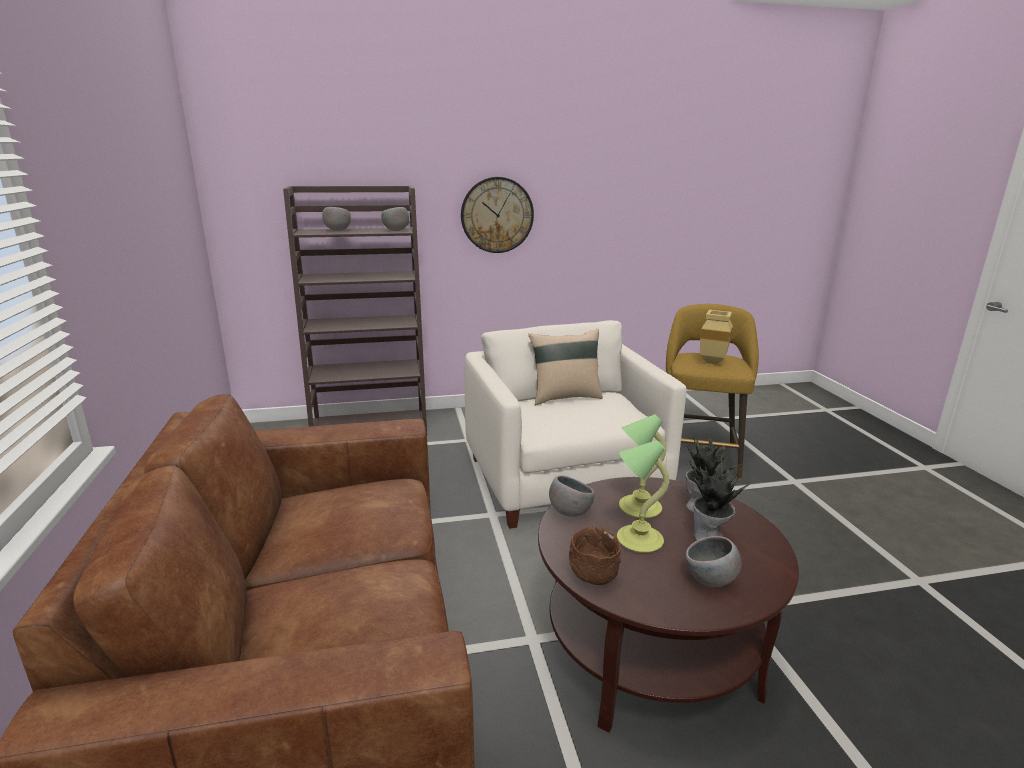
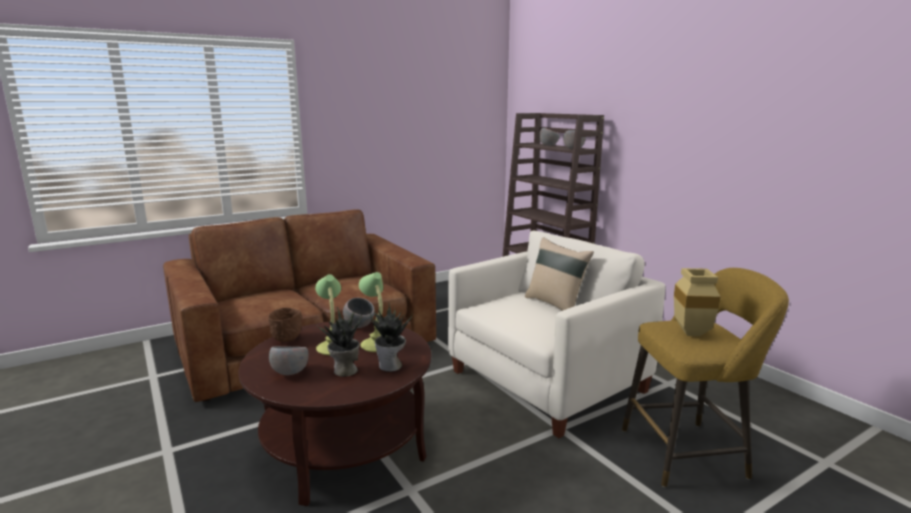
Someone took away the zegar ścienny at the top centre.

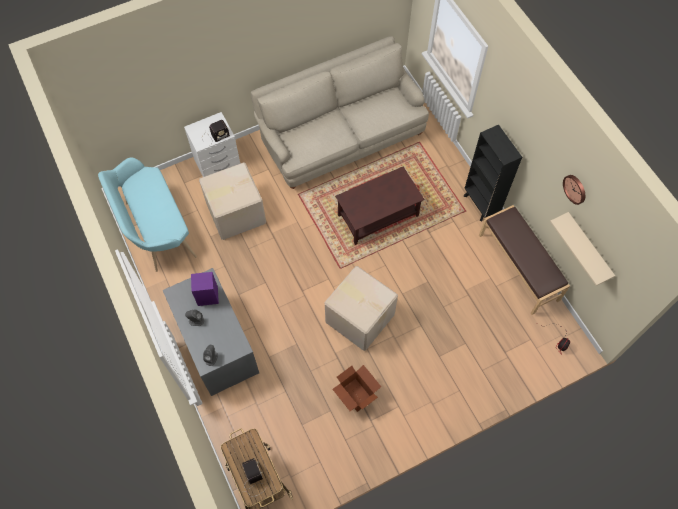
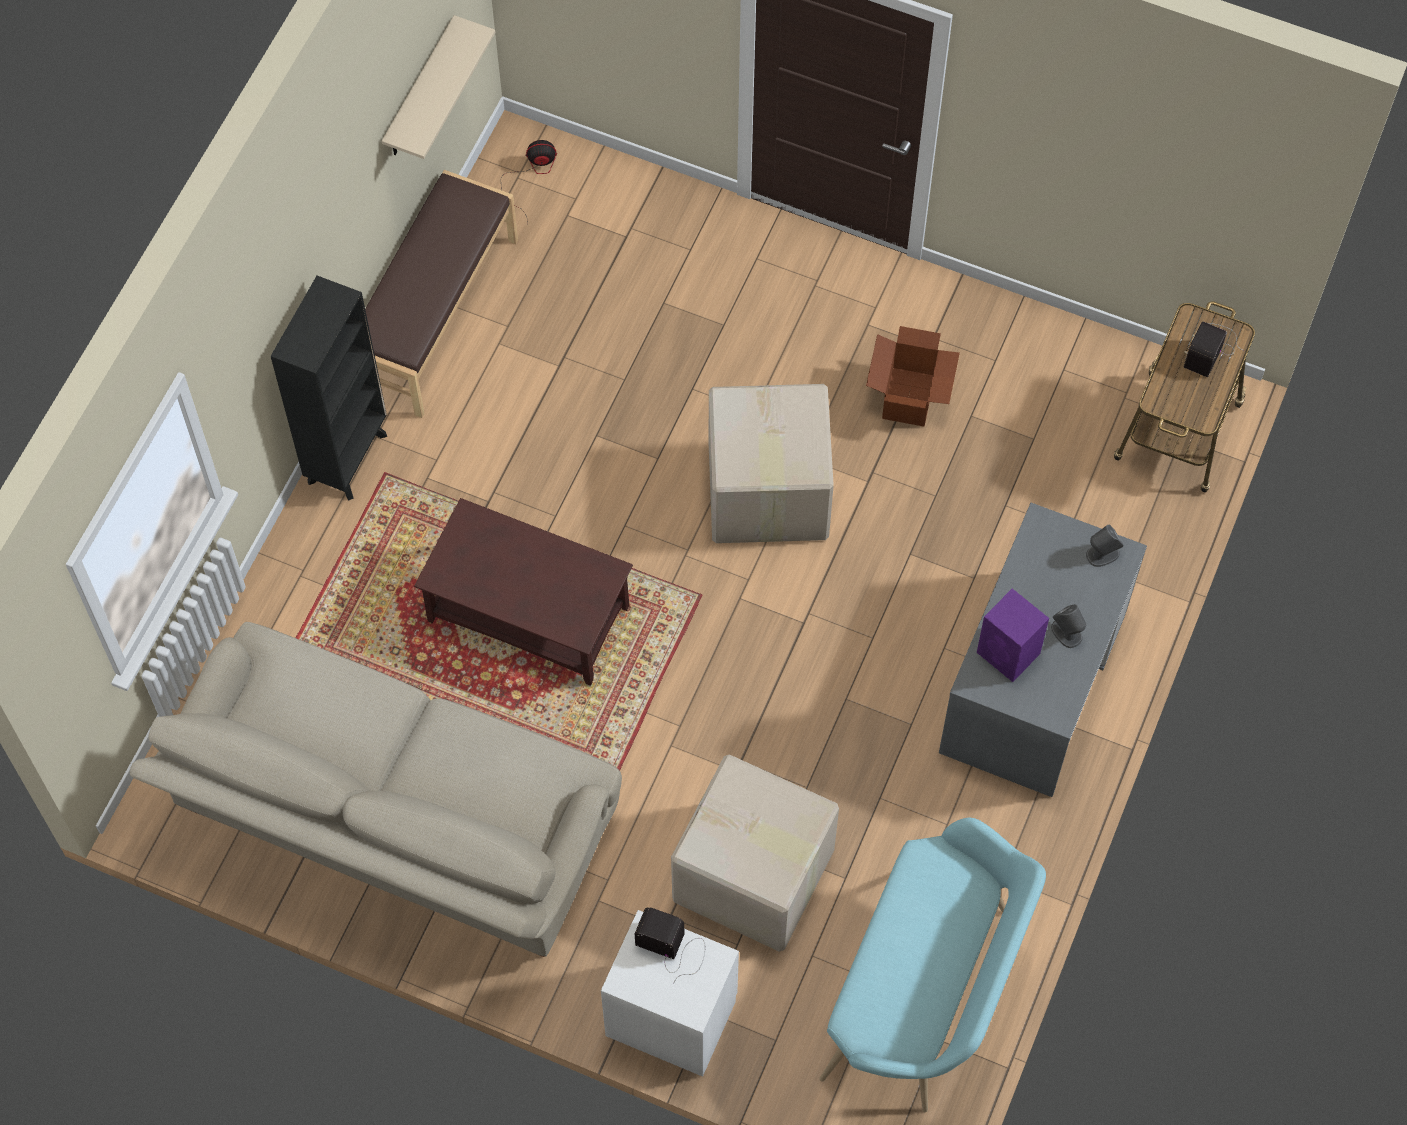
Someone took away the zegar ścienny at the middle right.

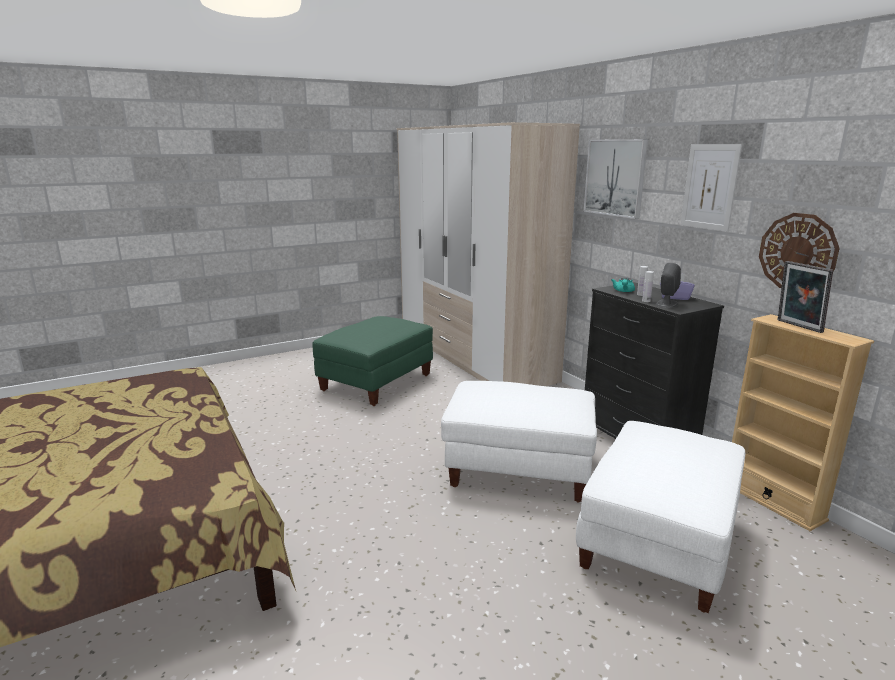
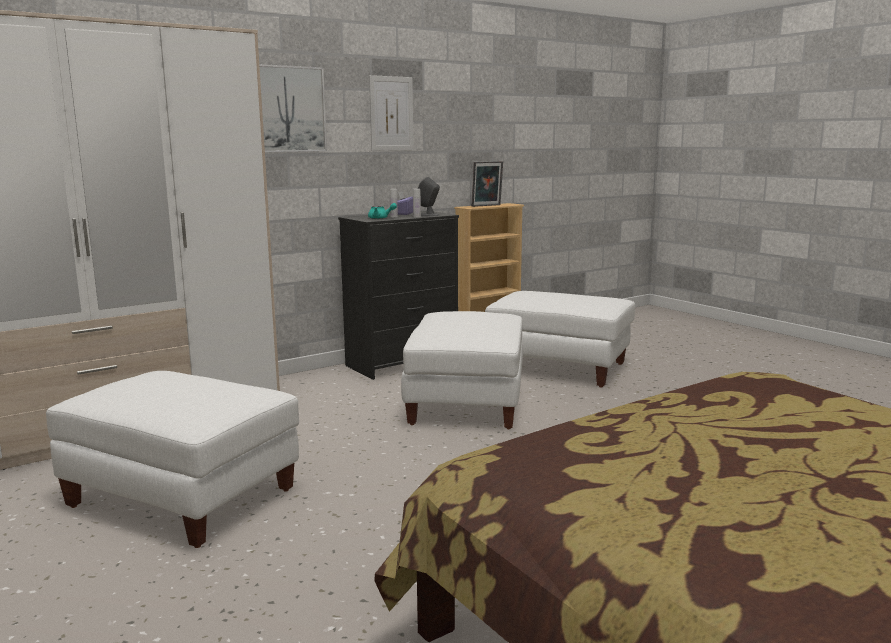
Someone repainted the pufa/zielony at the centre, which became the pufa/biały (no. 1 from left) at the bottom left. Someone took away the zegar ścienny at the middle right.

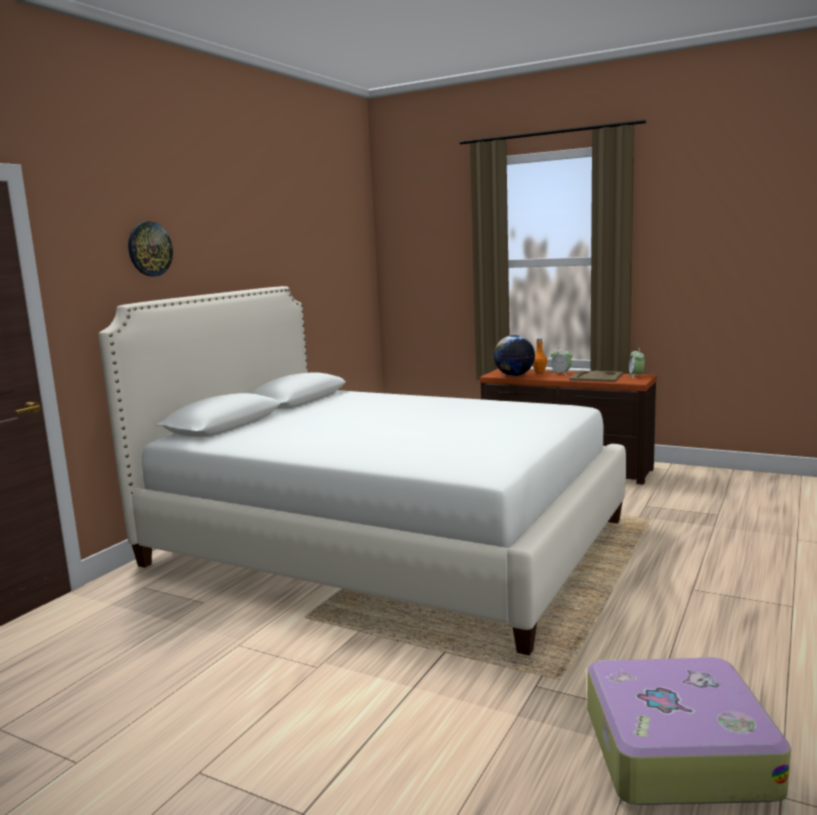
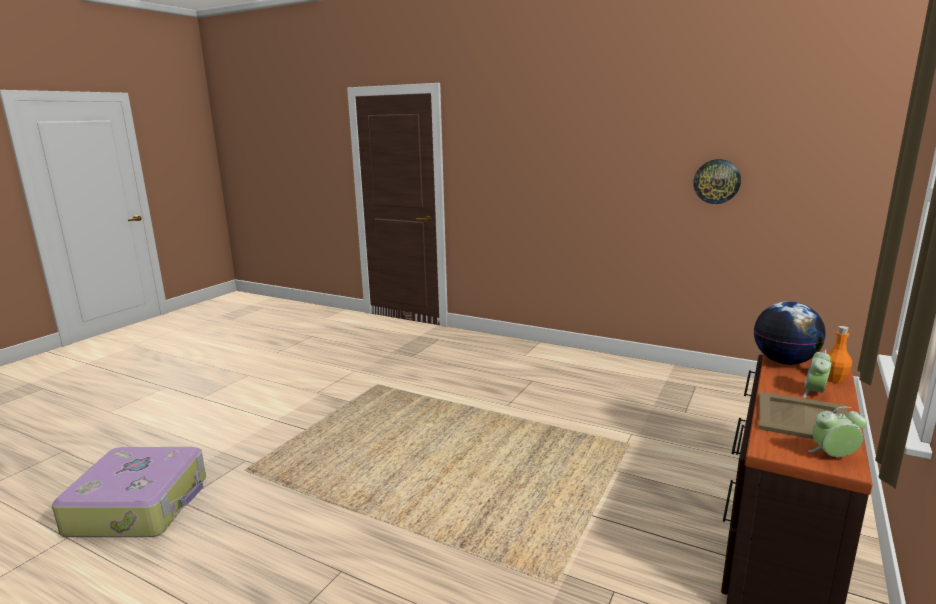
Someone took away the łóżko/biały at the centre. Someone carried the zegar ścienny from the top left to the top right.

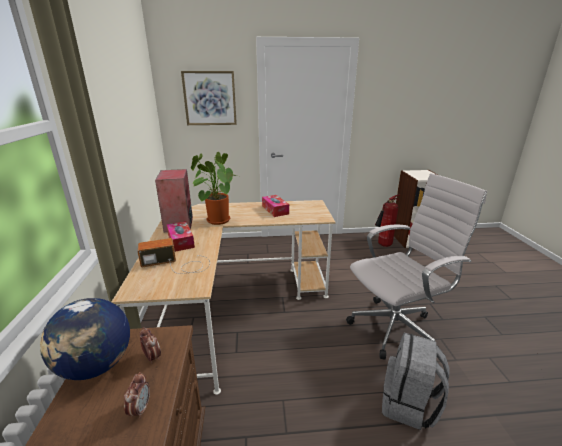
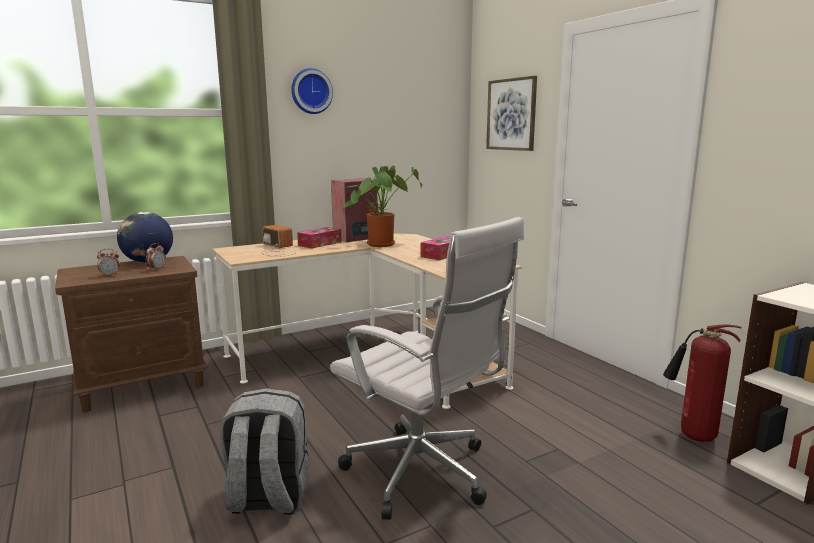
Someone put up the zegar ścienny at the top centre.

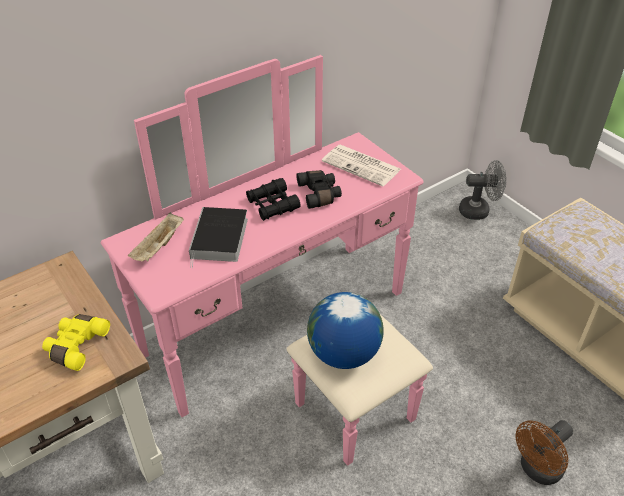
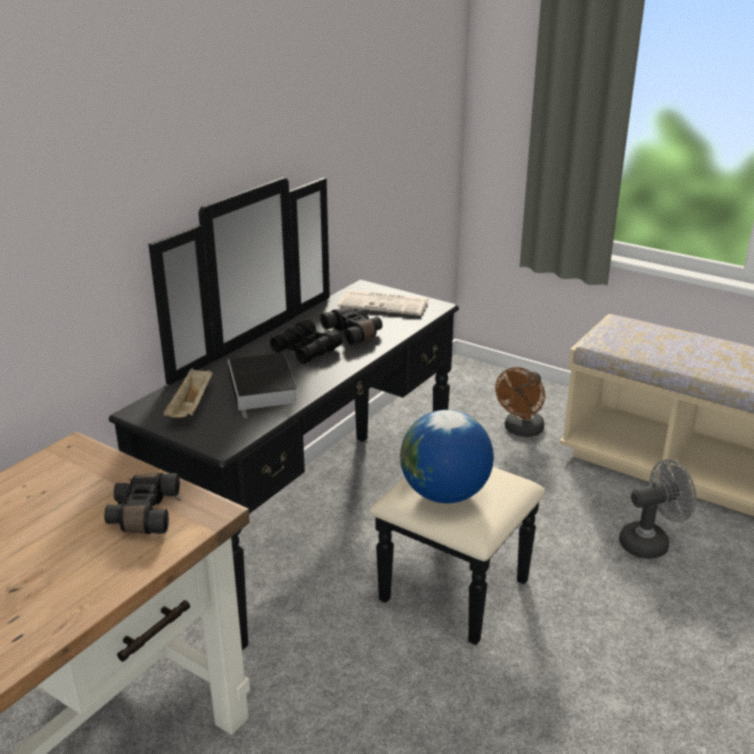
Someone repainted the lornetka/żółty at the bottom left, which became the lornetka/czarny (no. 1 from left) at the bottom left. Someone repainted the komoda/różowy at the centre, which became the komoda/czarny at the centre. Someone carried the wentylator/szary from the middle right to the bottom right. Someone carried the wentylator/brązowy from the bottom right to the middle right.

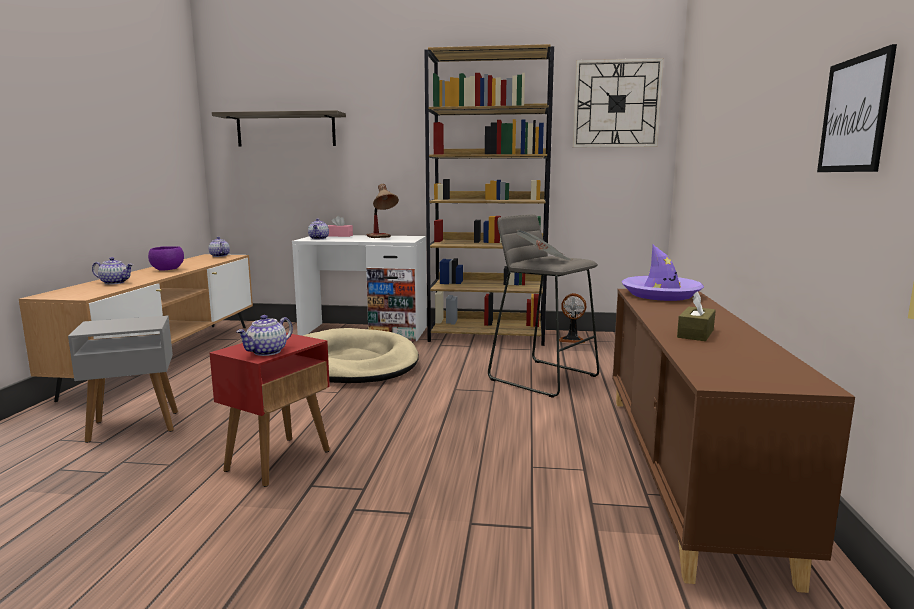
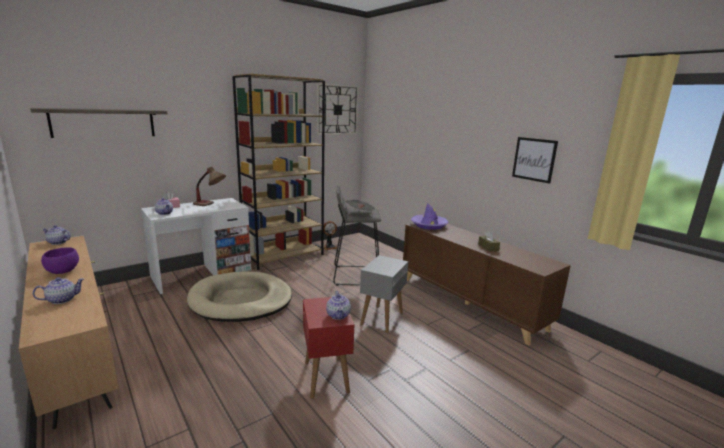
Someone carried the stolik/szary from the middle left to the centre.

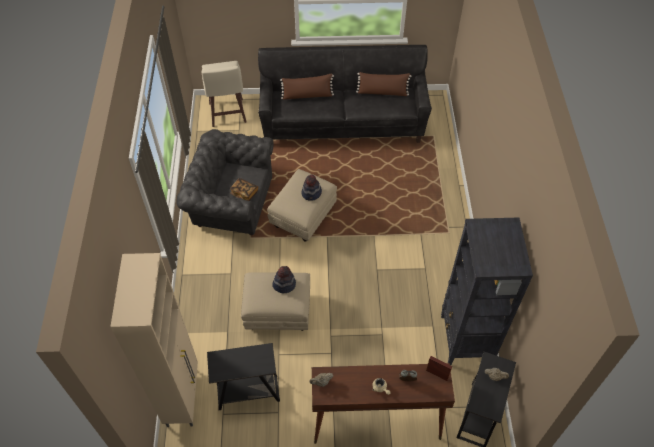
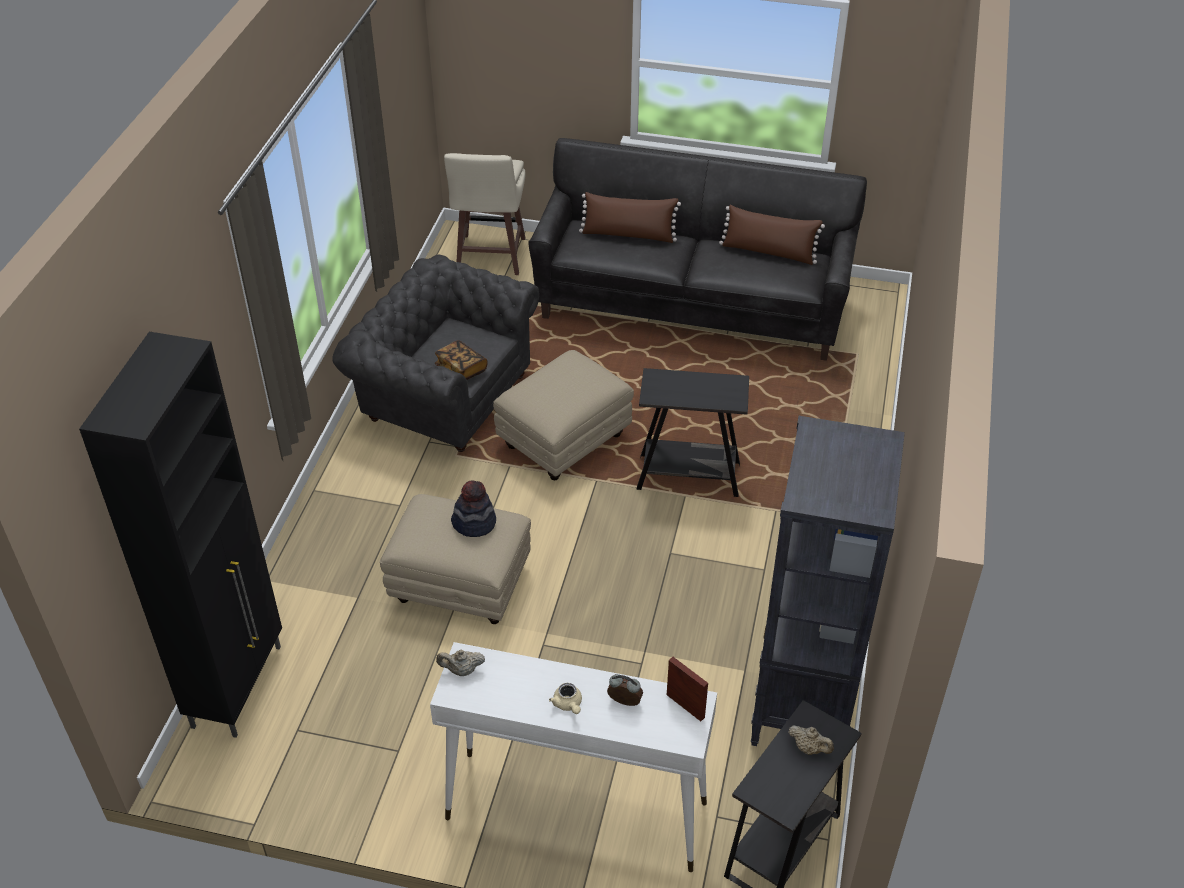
Someone repainted the szafka/beżowy at the bottom left, which became the szafka/czarny at the middle left. Someone carried the stolik/czarny (no. 1 from left) from the bottom centre to the centre. Someone took away the kapelusz (no. 2 from left) at the centre. Someone repainted the stolik konsolowy/brązowy at the bottom centre, which became the stolik konsolowy/biały at the bottom centre.

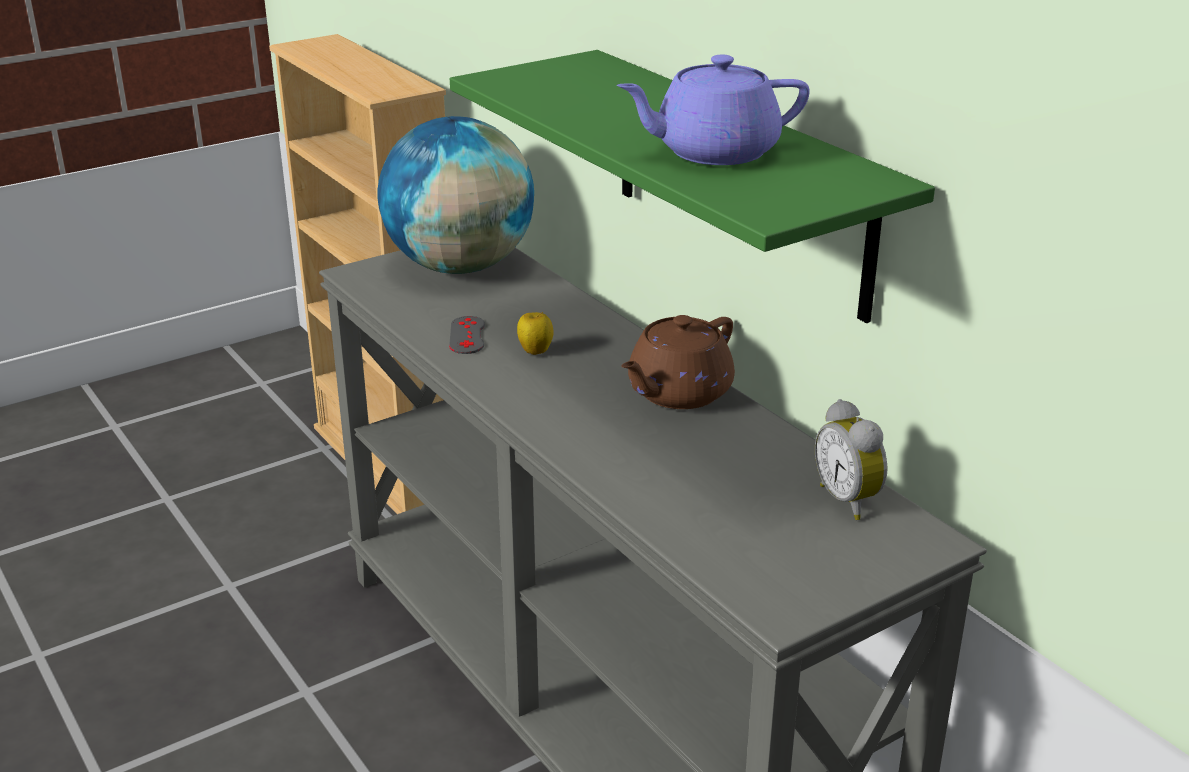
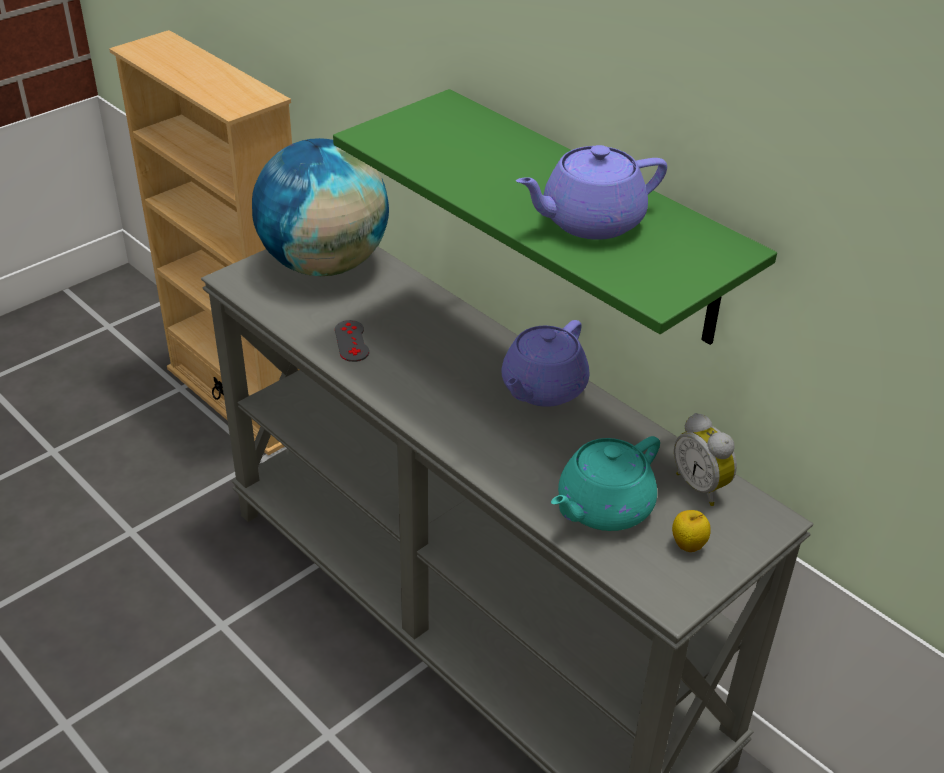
Someone carried the jabłko from the centre to the bottom right. Someone repainted the imbryk/brązowy at the centre, which became the imbryk/fioletowy (no. 1 from left) at the centre. Someone put down the imbryk/turkusowy at the centre.

